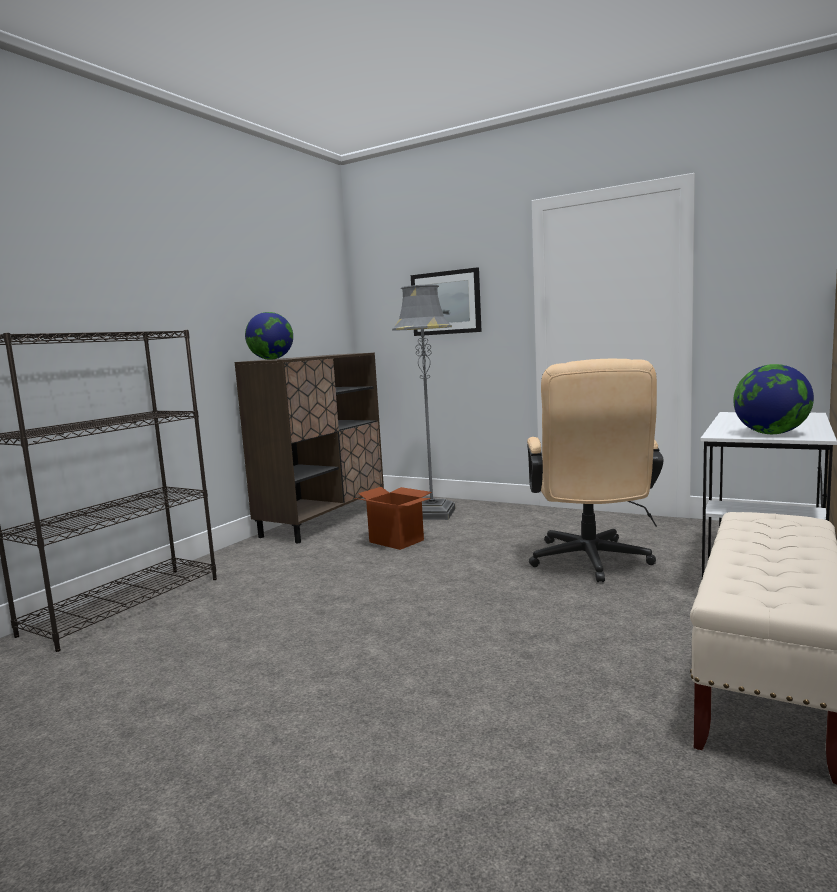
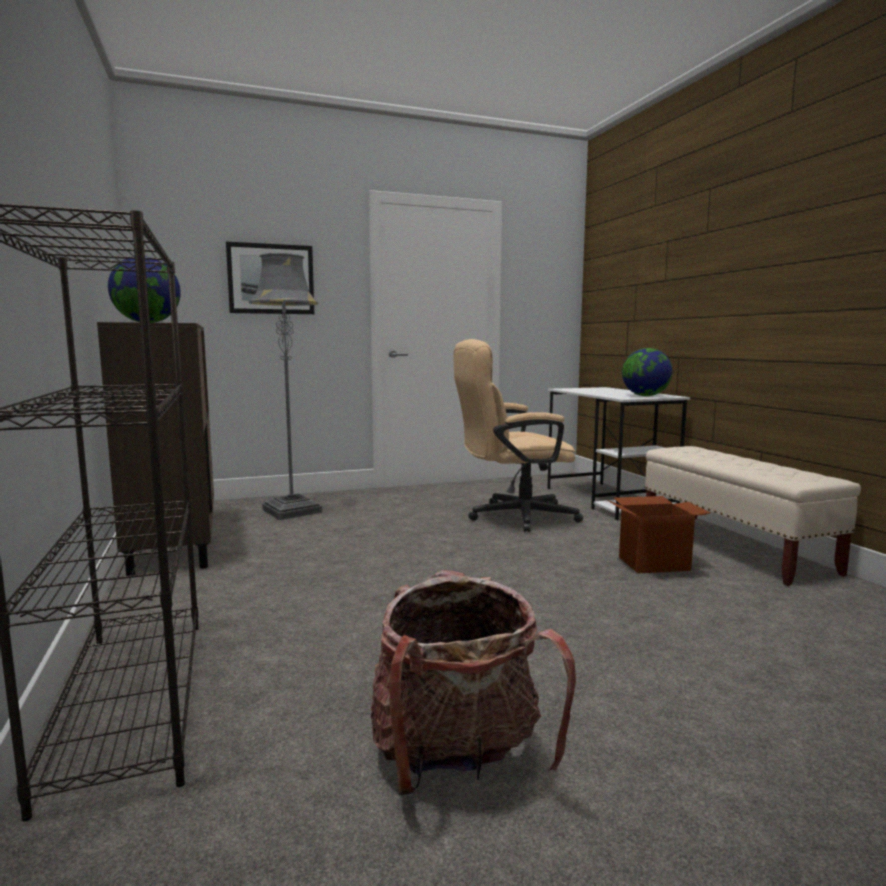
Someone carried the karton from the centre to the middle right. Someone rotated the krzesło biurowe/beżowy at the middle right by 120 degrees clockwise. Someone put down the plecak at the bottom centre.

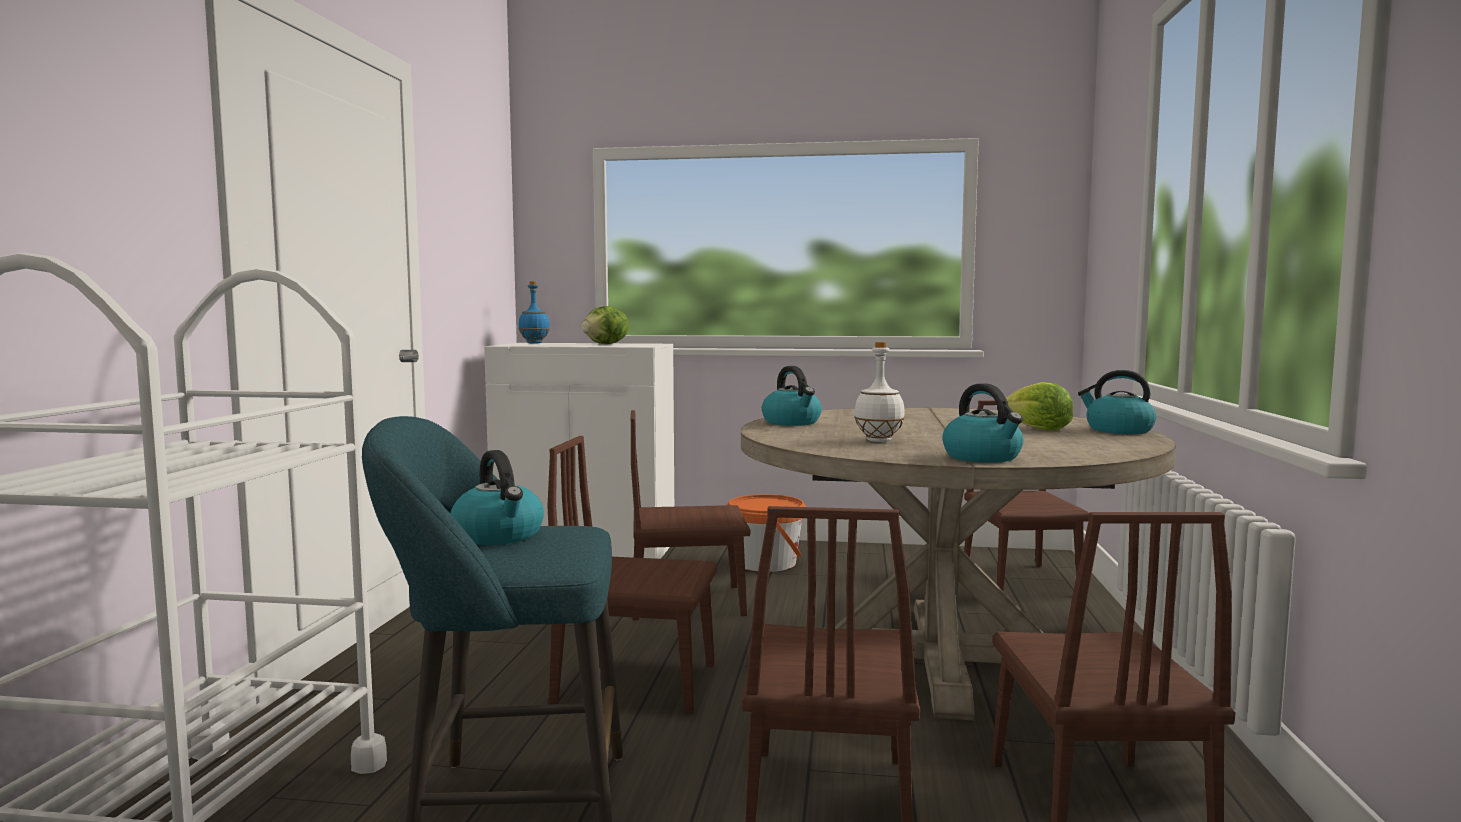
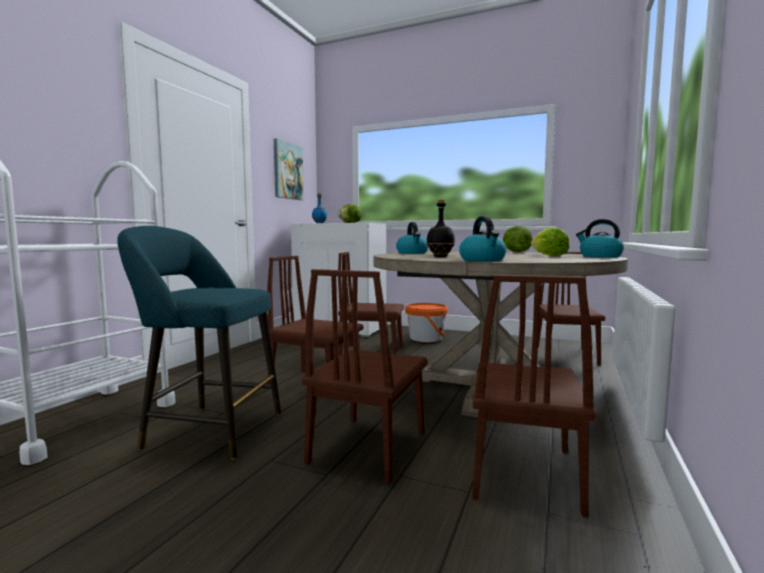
Someone took away the czajnik (no. 1 from left) at the centre. Someone repainted the butelka/biały at the centre, which became the butelka/czarny at the centre. Someone put up the obraz at the top centre. Someone put down the sałata (no. 2 from left) at the middle right.

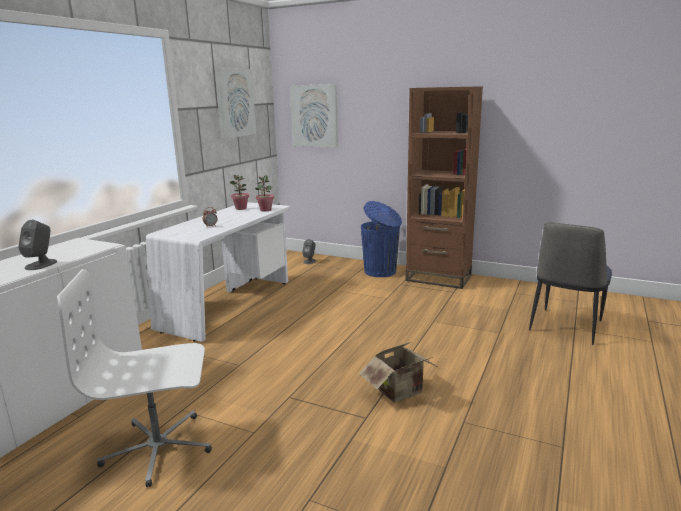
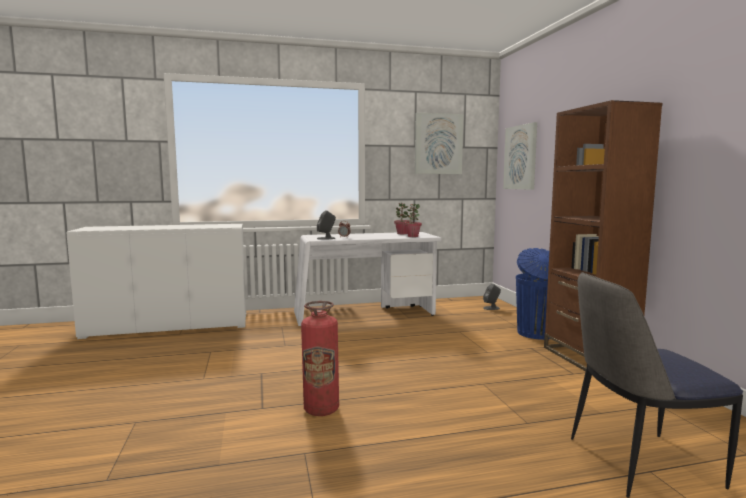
Someone carried the głośnik/szary (no. 1 from left) from the middle left to the centre. Someone took away the krzesło biurowe/biały at the bottom left. Someone swapped the karton at the bottom centre for the gaśnica at the bottom centre.

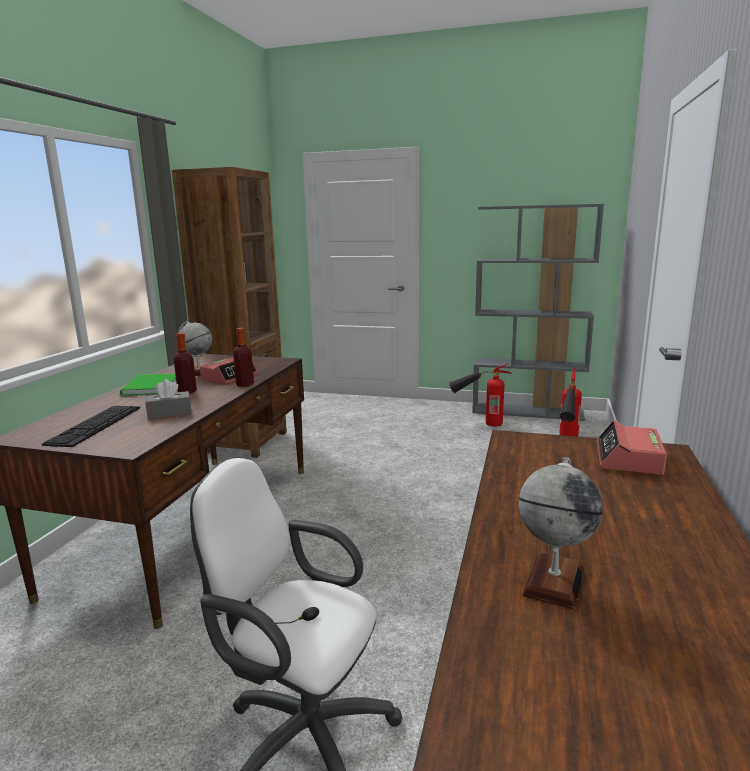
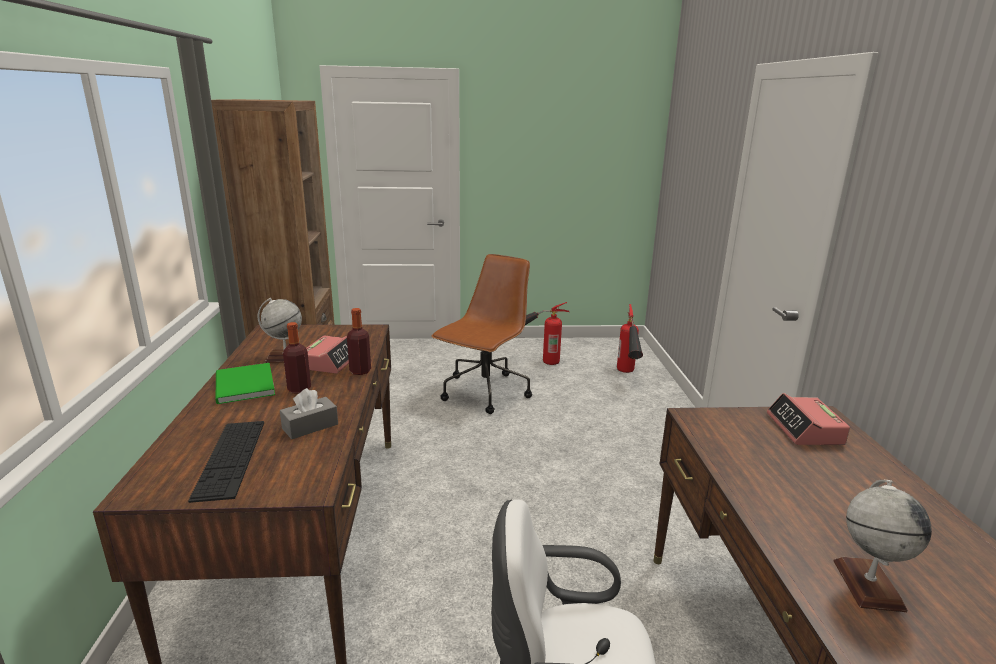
Someone took away the regał/szary at the middle right. Someone put down the krzesło biurowe/brązowy at the centre.

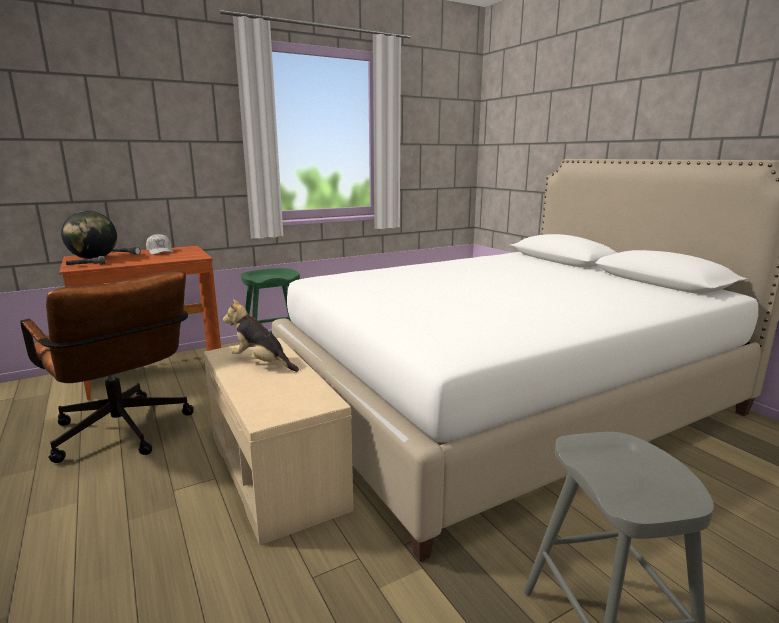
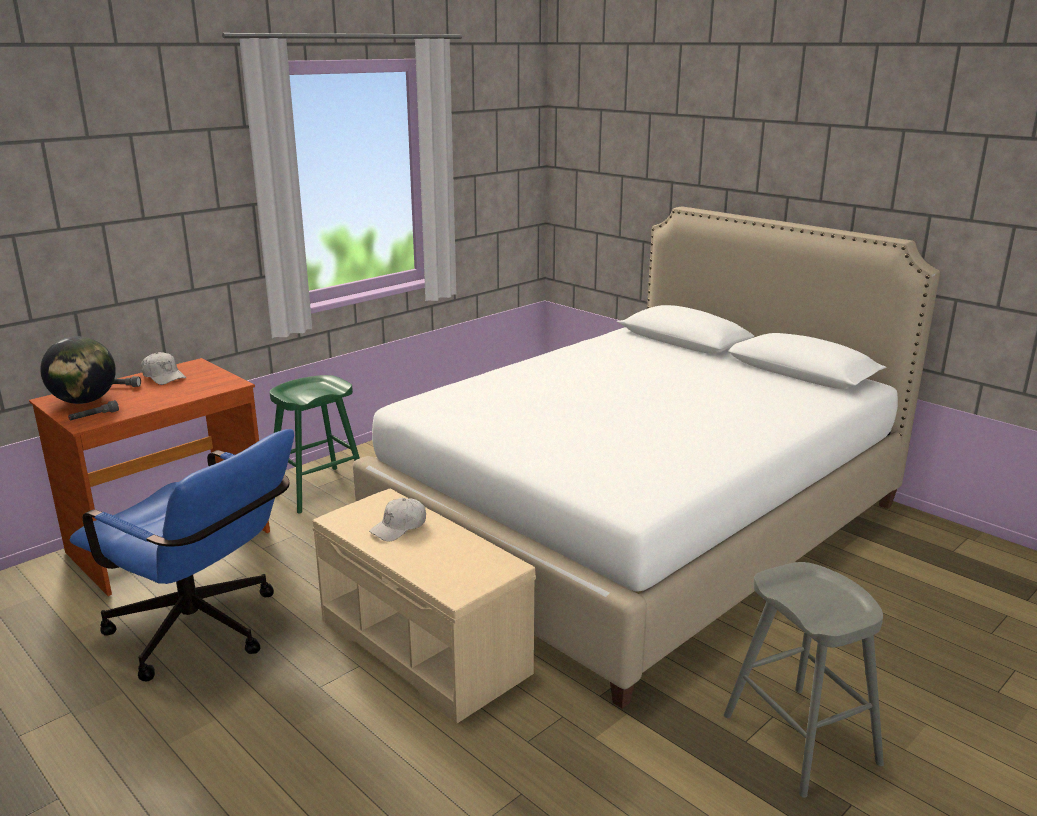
Someone repainted the krzesło biurowe/brązowy at the middle left, which became the krzesło biurowe/niebieski at the bottom left. Someone swapped the pluszak at the centre for the czapka z daszkiem/biały (no. 2 from left) at the centre.

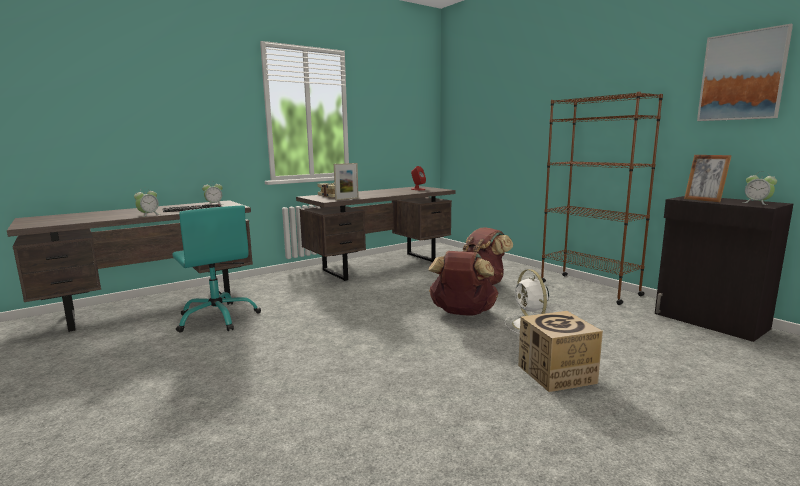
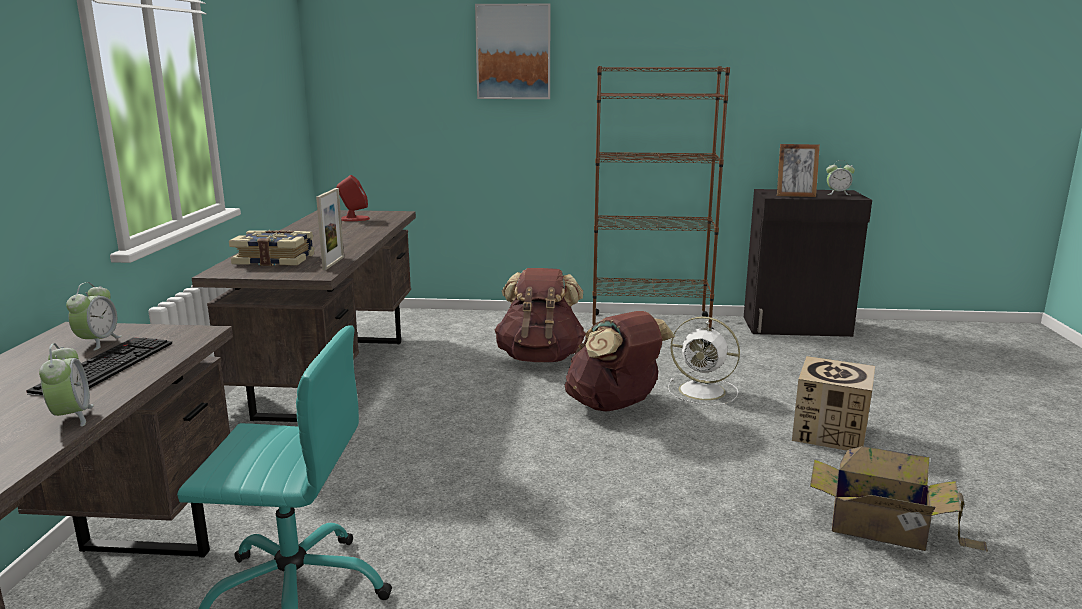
Someone carried the obraz from the top right to the top centre. Someone put down the karton (no. 2 from left) at the bottom right.

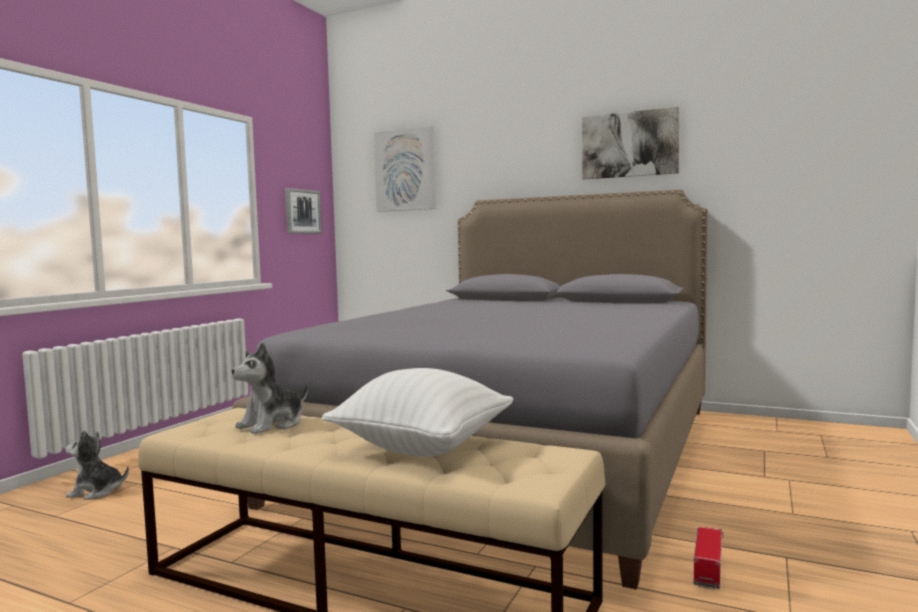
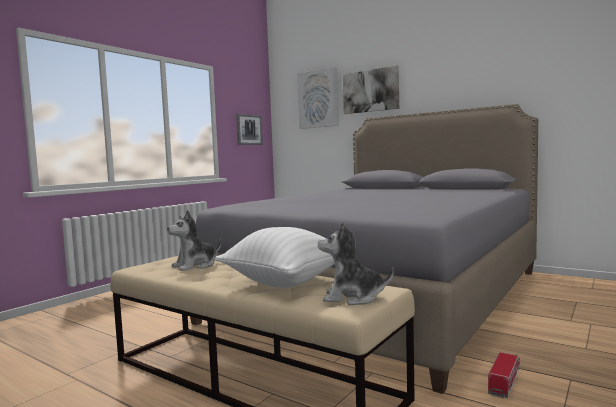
Someone carried the pluszak (no. 1 from left in the first image) from the bottom left to the centre. Someone carried the obraz (no. 3 from left) from the top right to the top centre.

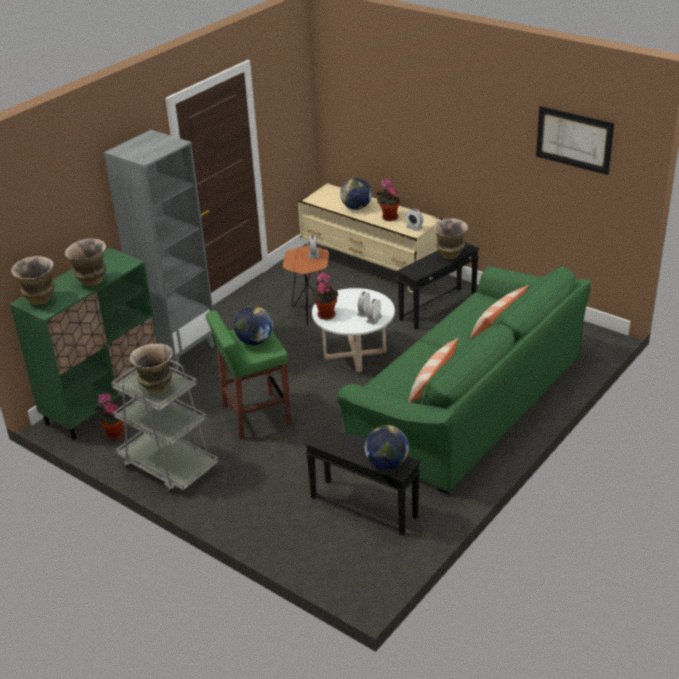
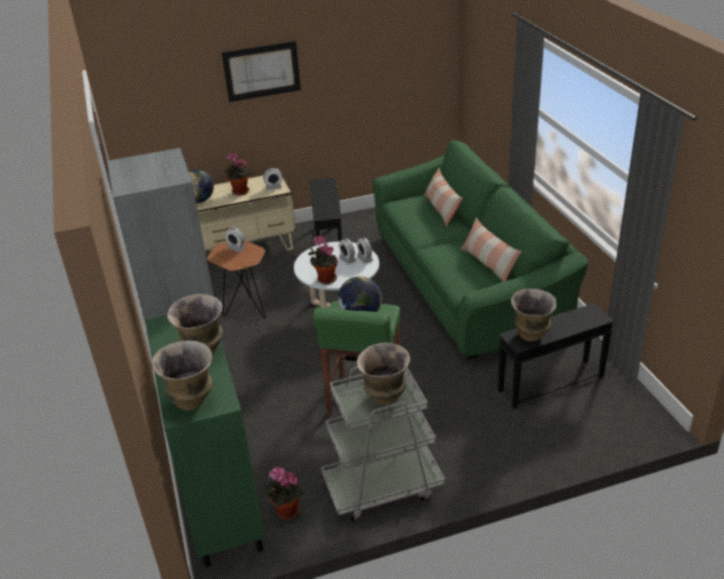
Someone took away the globus (no. 3 from left) at the centre. Someone carried the wazon (no. 4 from left) from the centre to the middle right. Someone carried the obraz from the top right to the top centre.

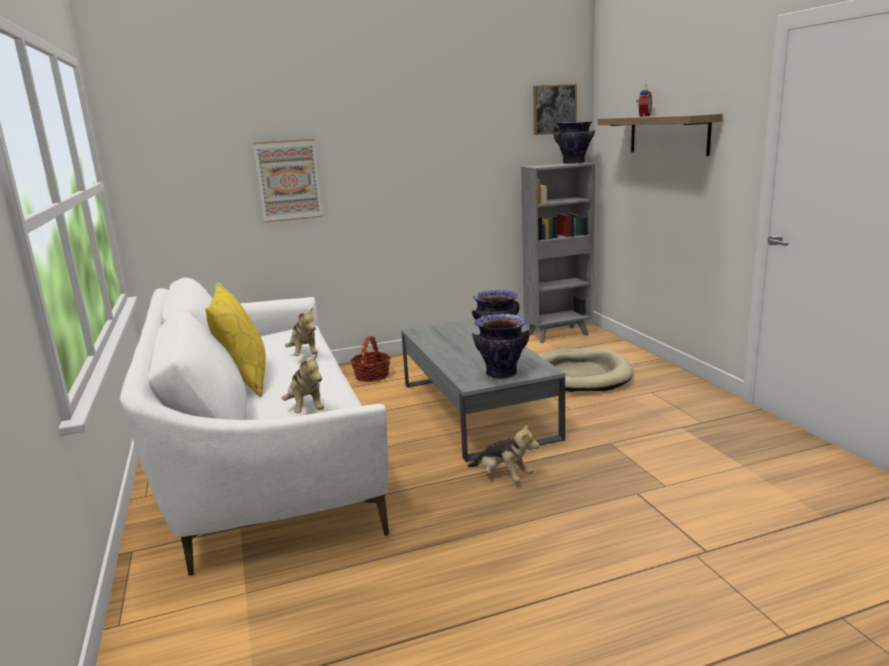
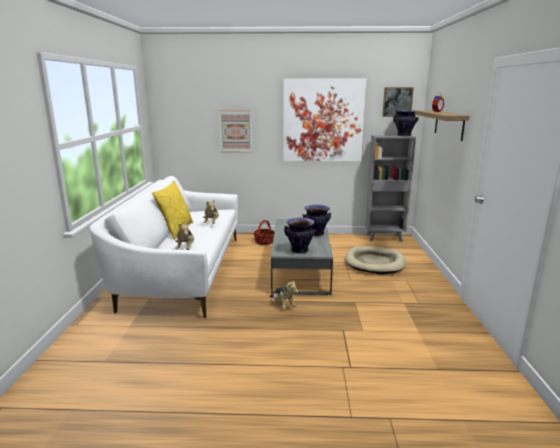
Someone put up the obraz (no. 2 from left) at the top centre.

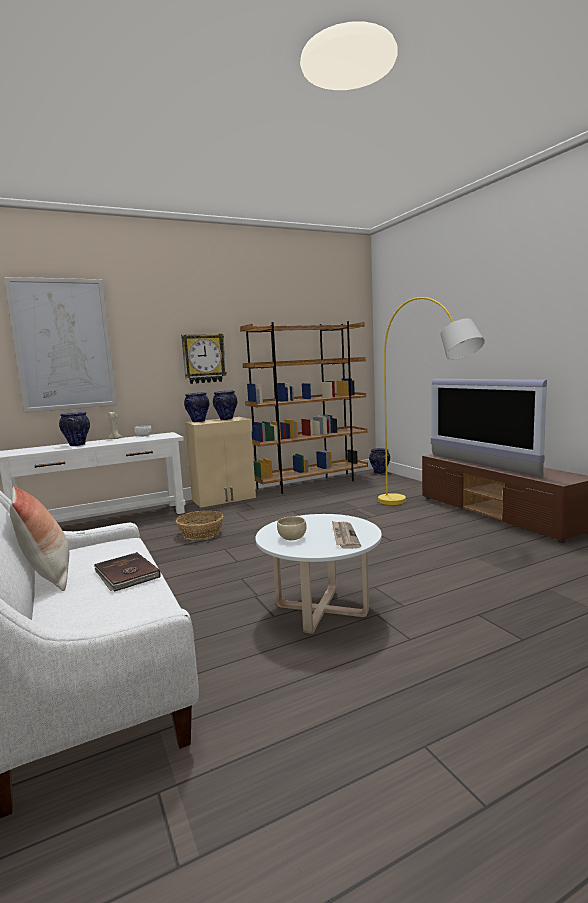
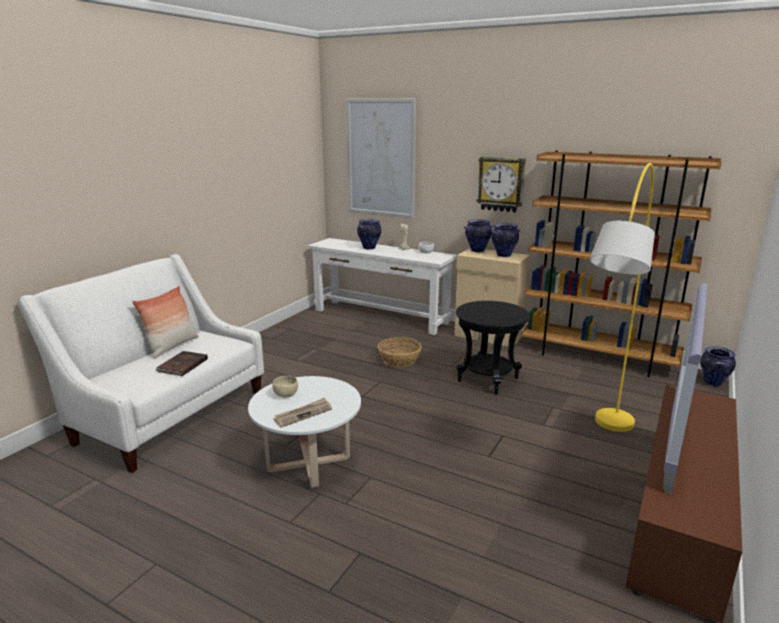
Someone put down the stolik/czarny at the centre.

